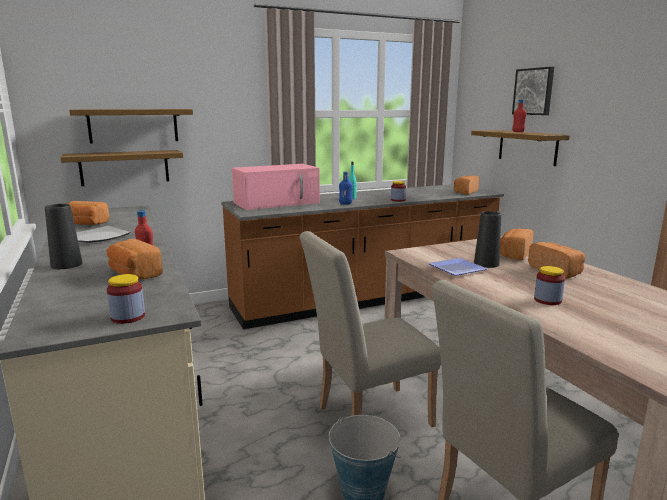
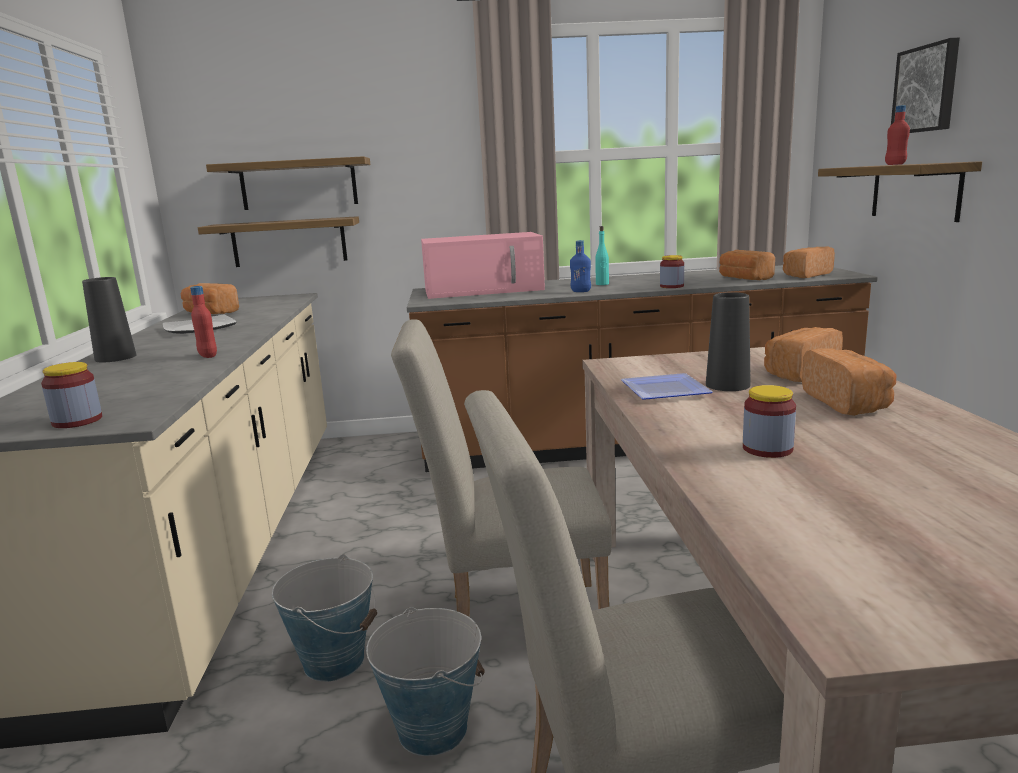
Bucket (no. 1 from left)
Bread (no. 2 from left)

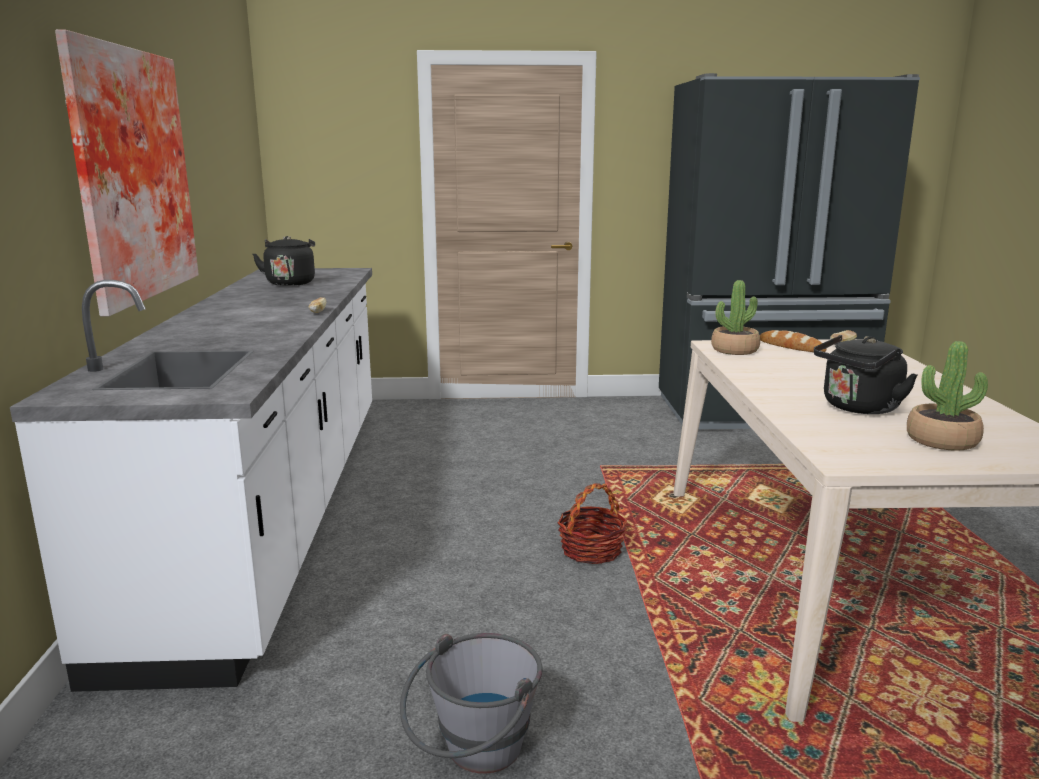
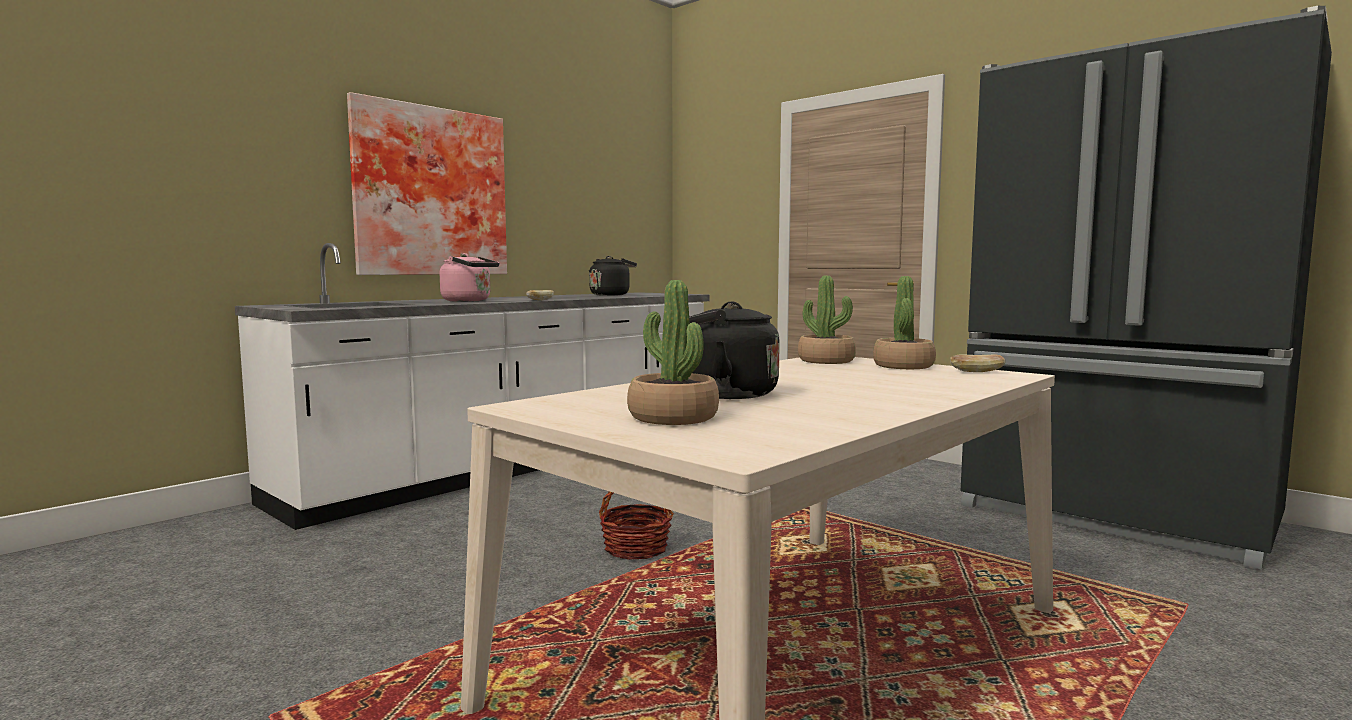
GreyBucket
PinkKettle
PottedPlant (no. 3 from left)

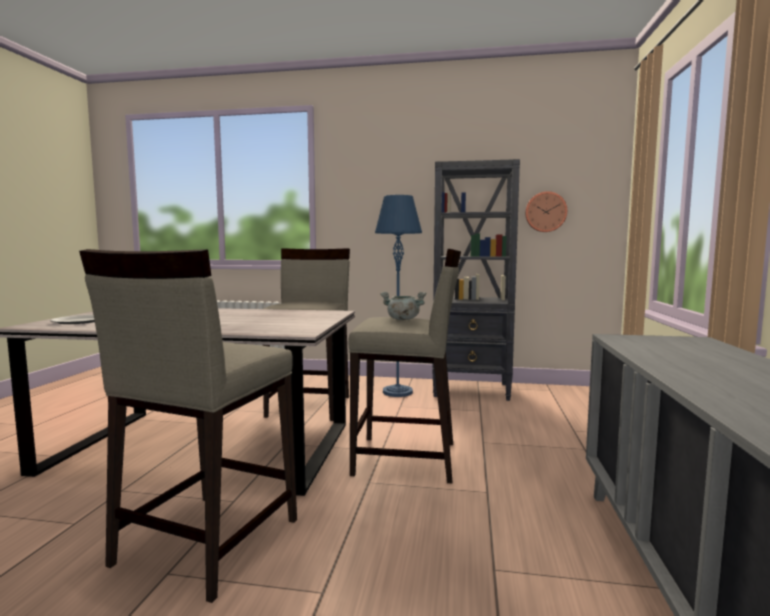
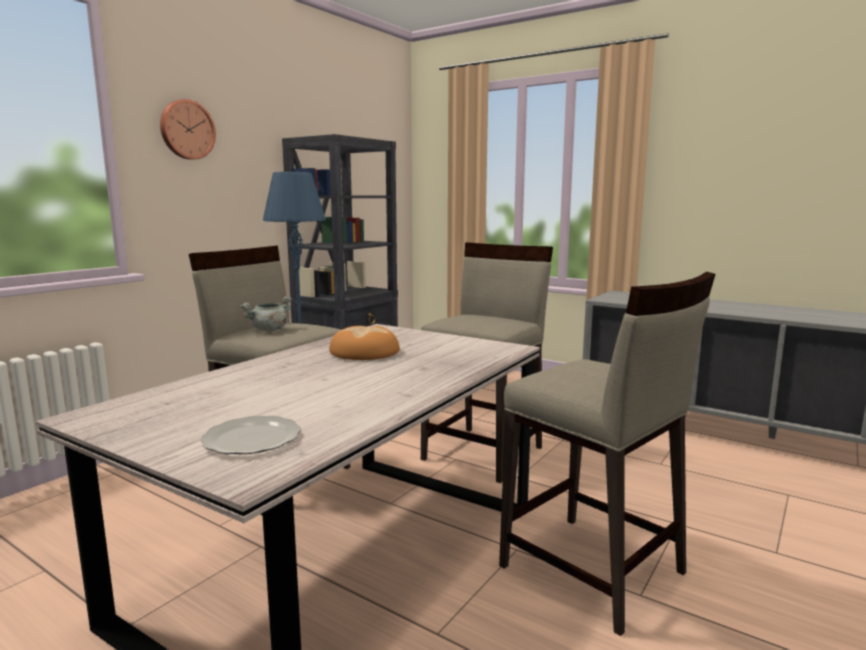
Bread
GreyCookingPot
WallClock

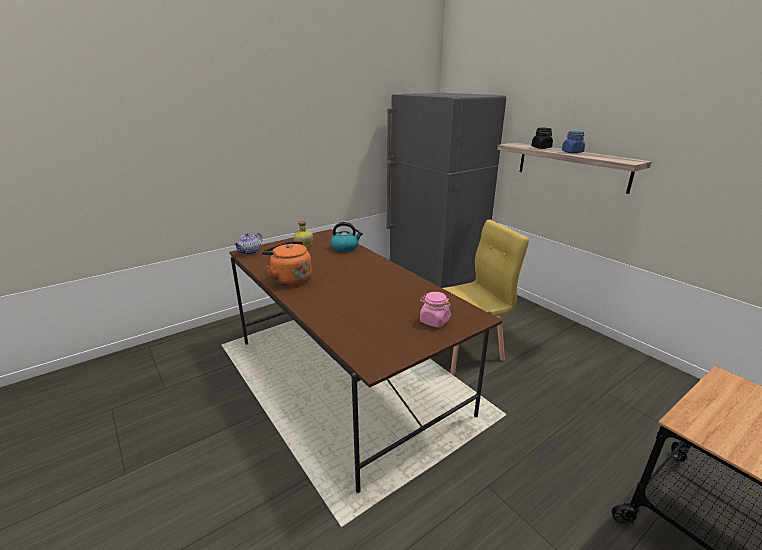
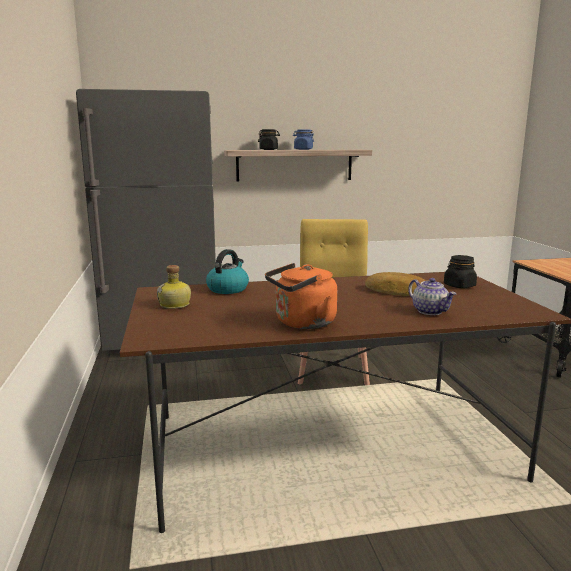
Bread
Teapot
BlackJar (no. 2 from left)

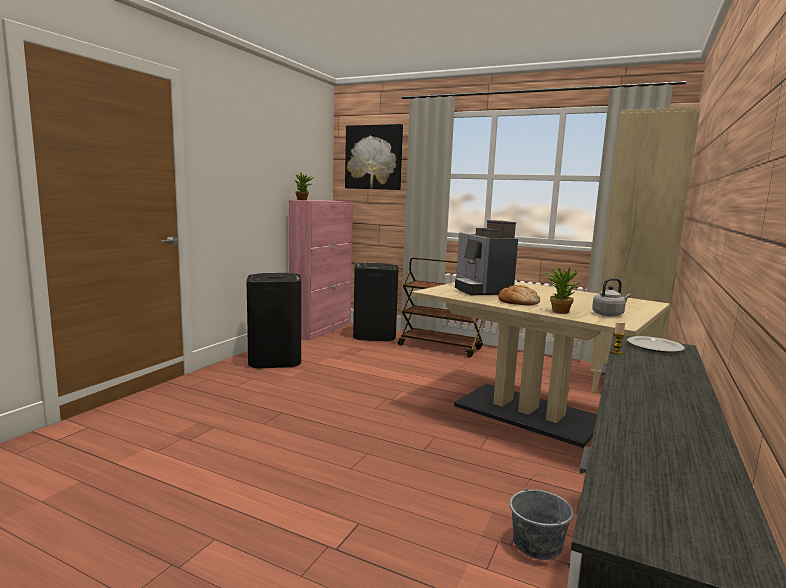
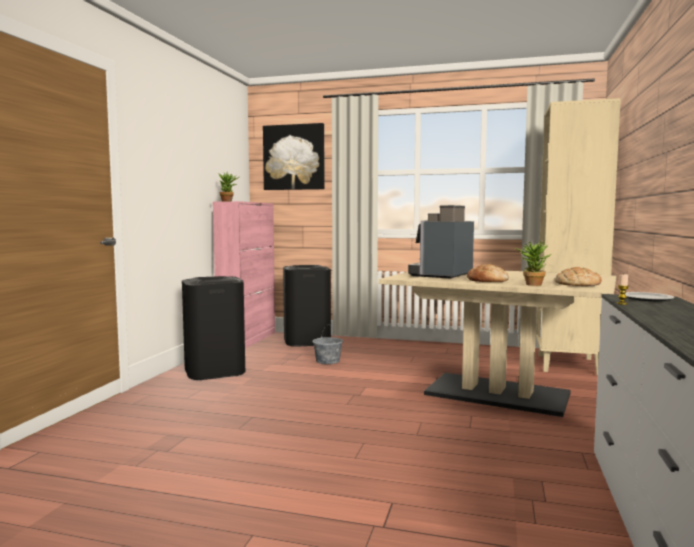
BrownCart
GreyBucket
Bread (no. 2 from left)
CoffeeMachine

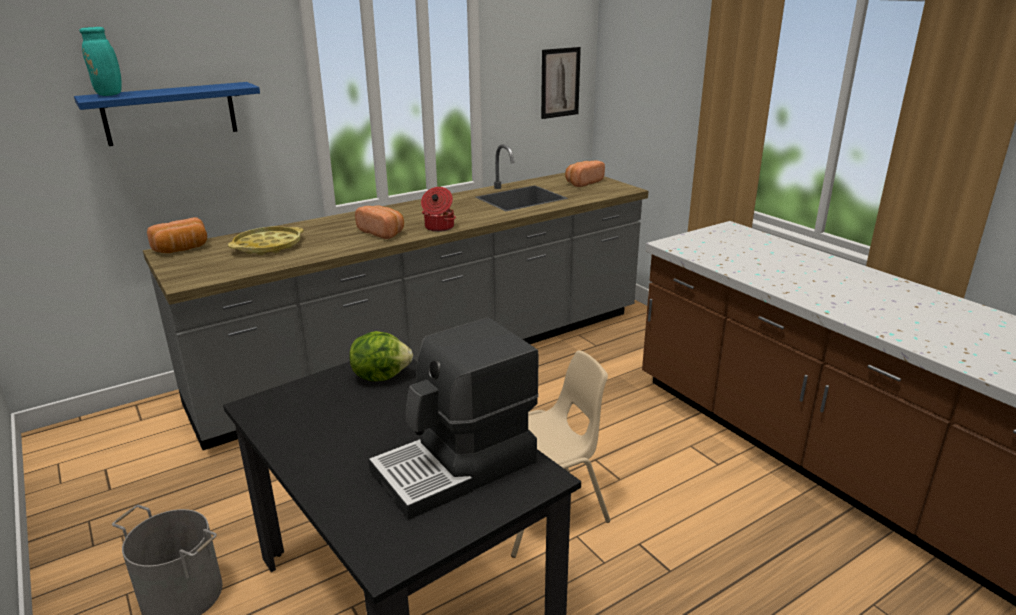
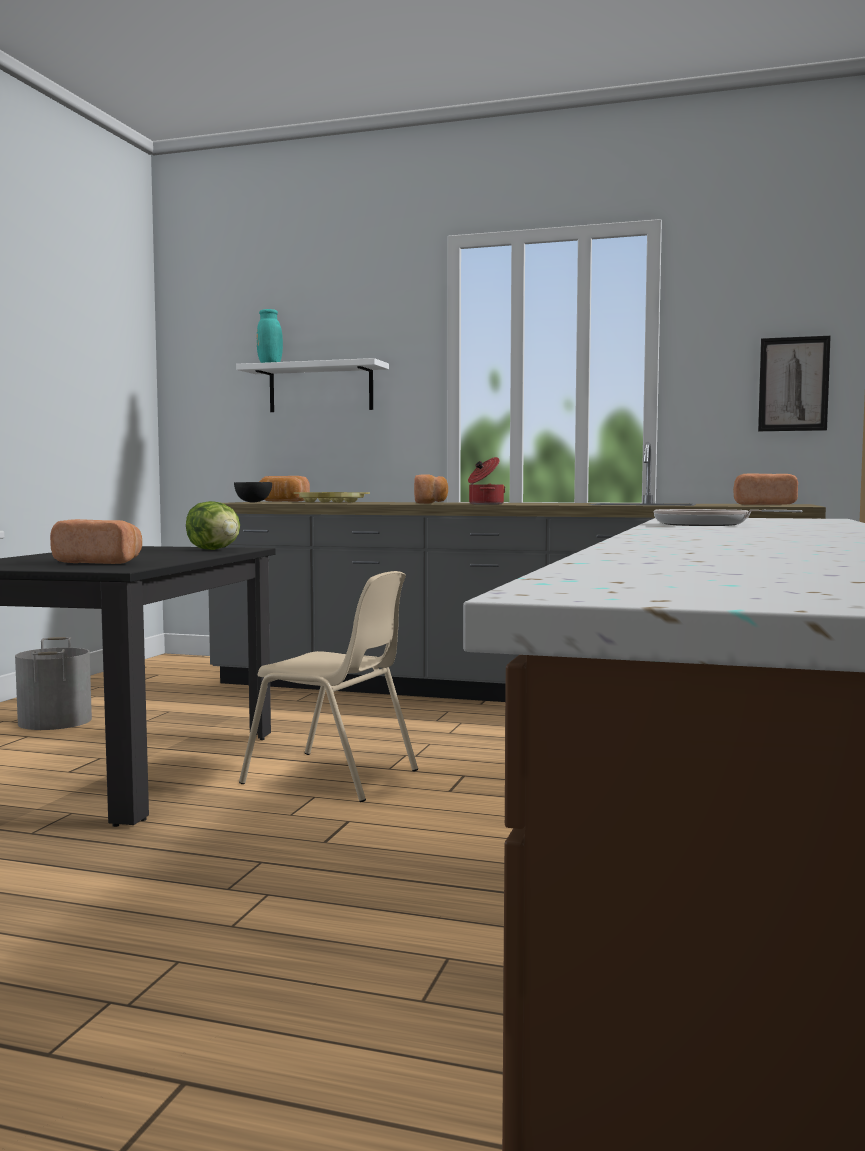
BlackBowl
FryingPan
Bread (no. 1 from left)
WhiteShelf

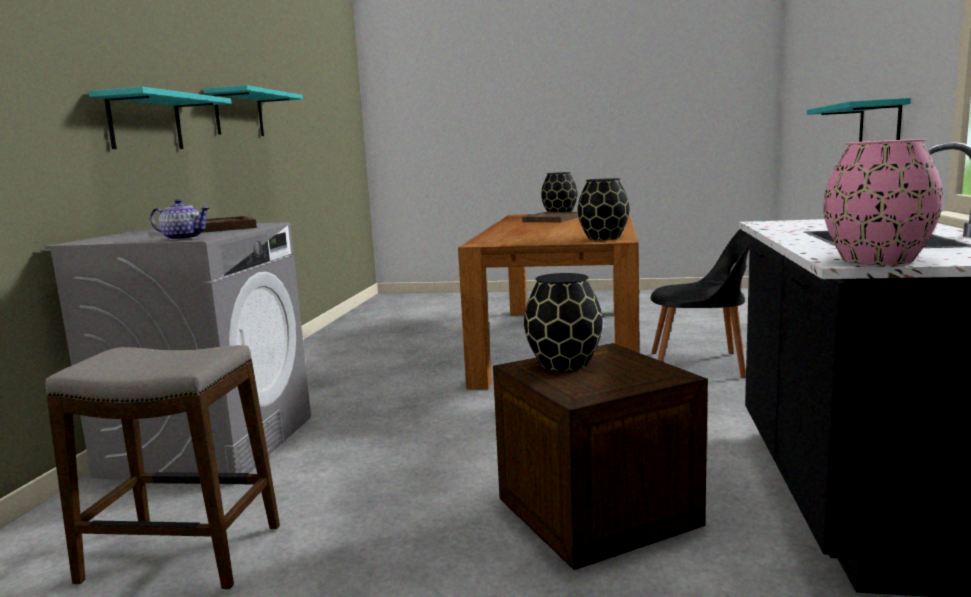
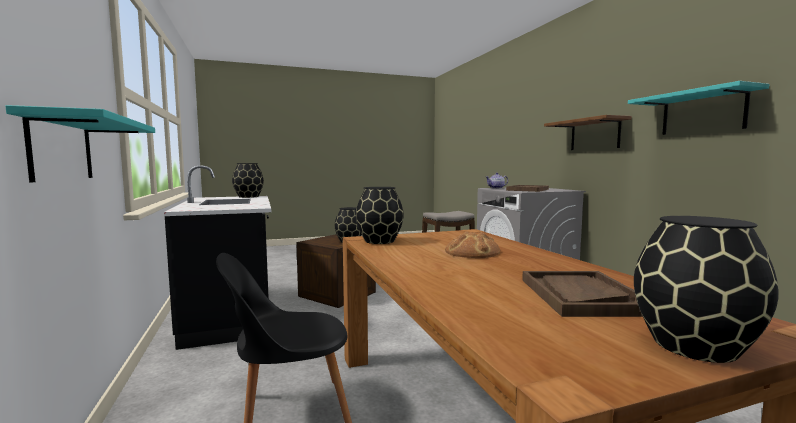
Bread
BrownShelf
BlackVase (no. 1 from left)

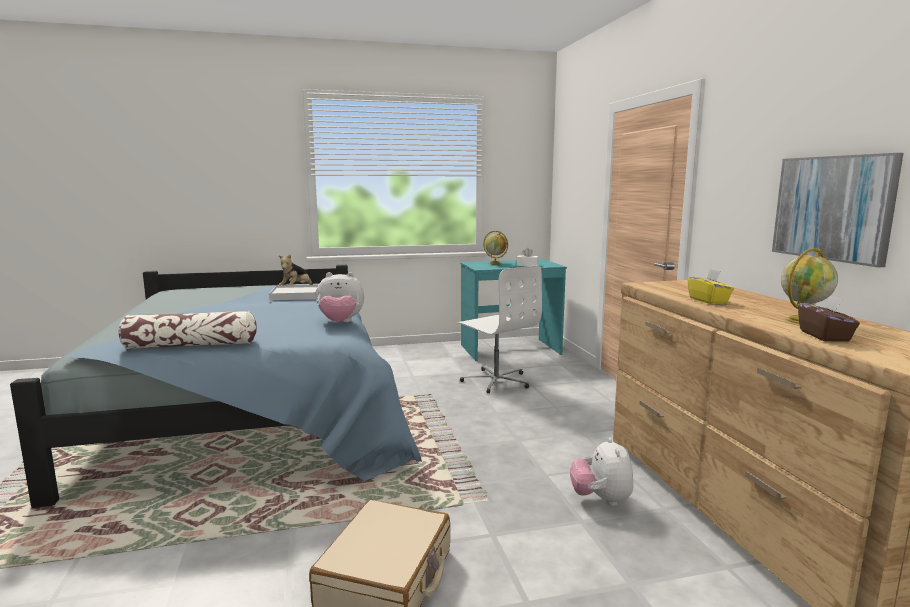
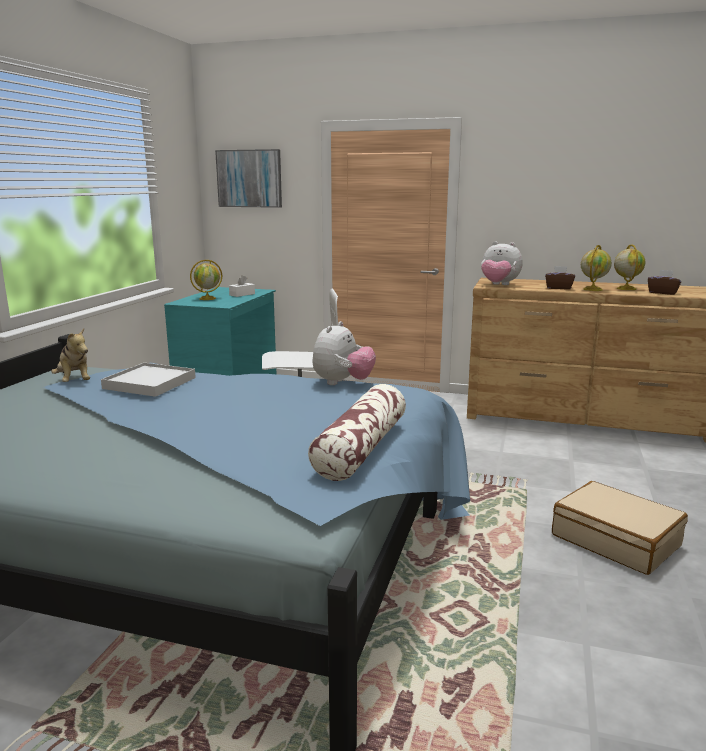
Globe (no. 2 from left)
PlushToy (no. 3 from left)
Picture
BrownTissueBox (no. 1 from left)

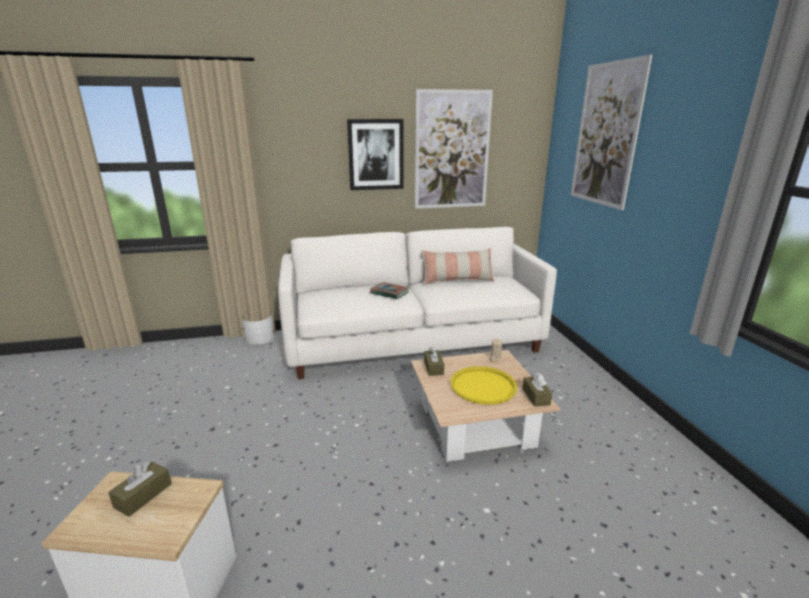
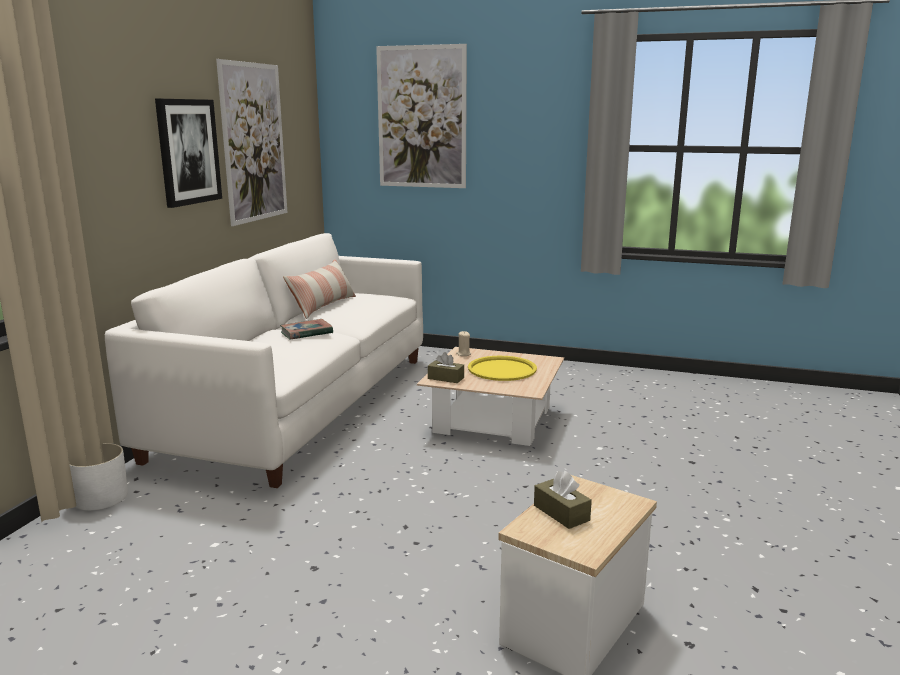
BrownTissueBox (no. 3 from left in the first image)

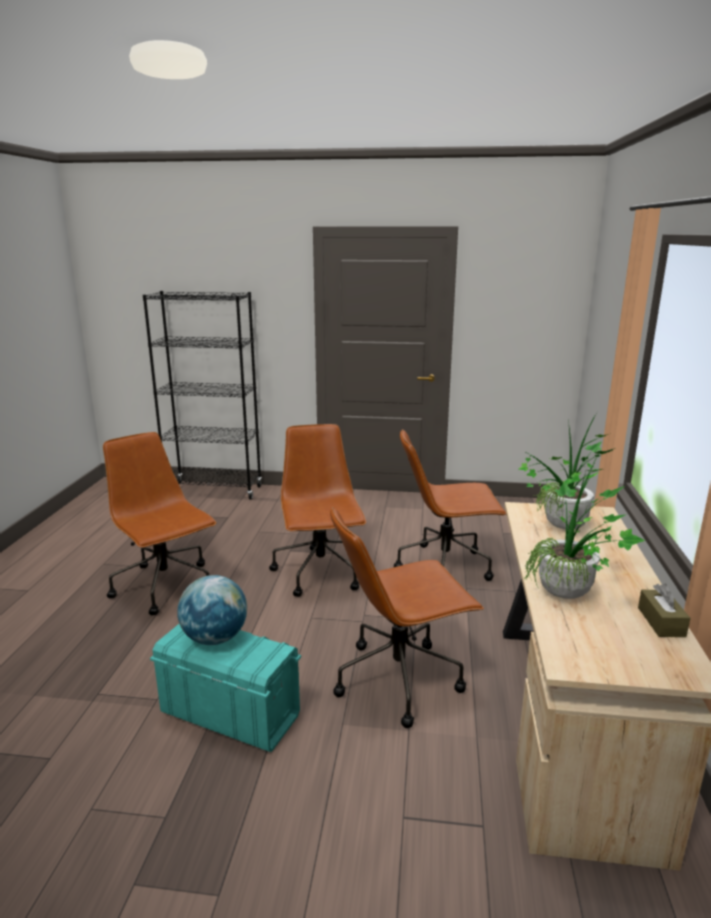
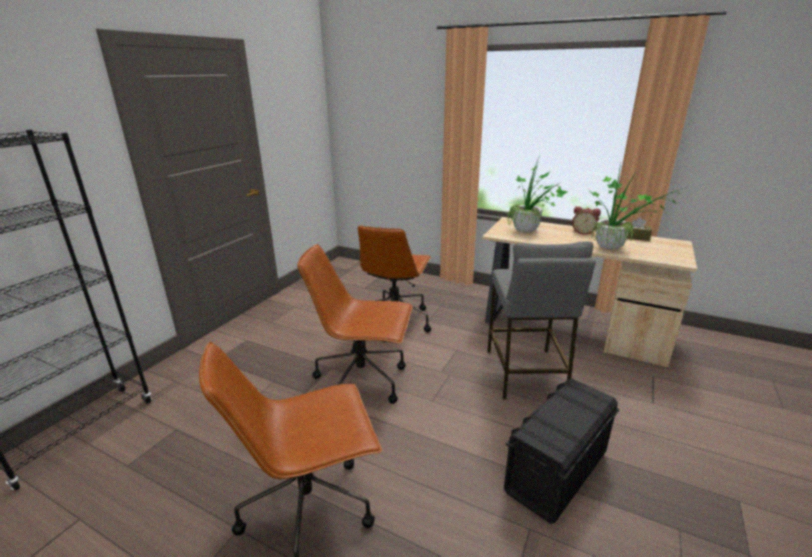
Globe
AlarmClock
GreyStool
BlackStorageBox

